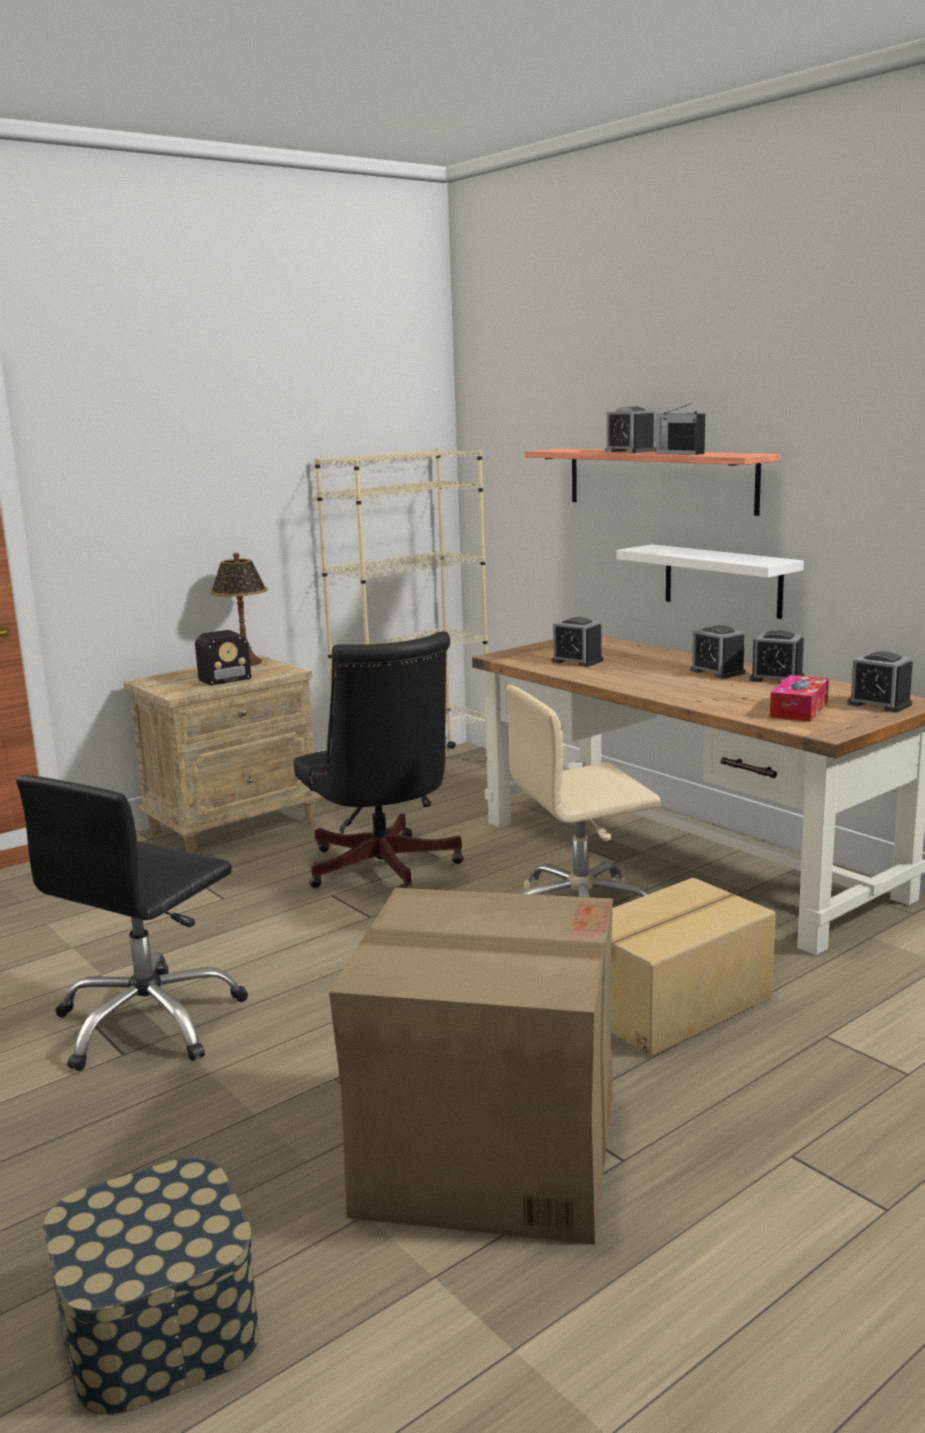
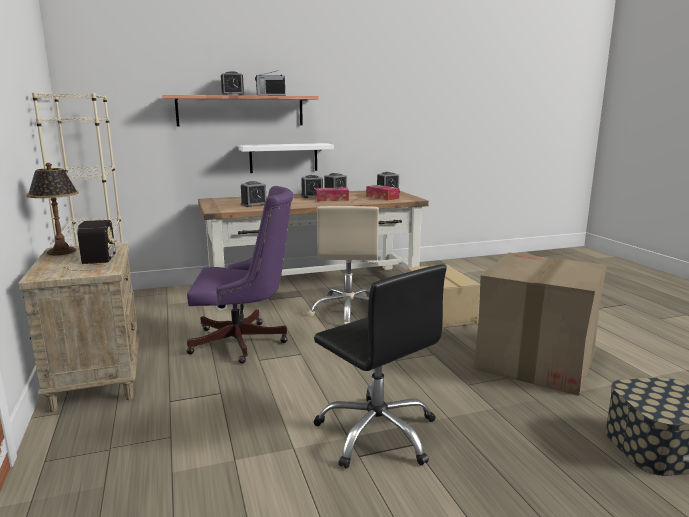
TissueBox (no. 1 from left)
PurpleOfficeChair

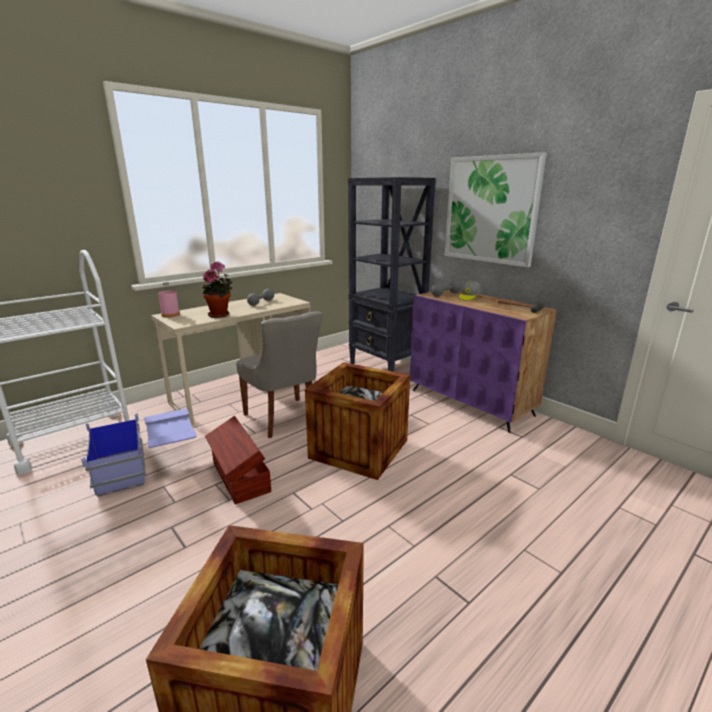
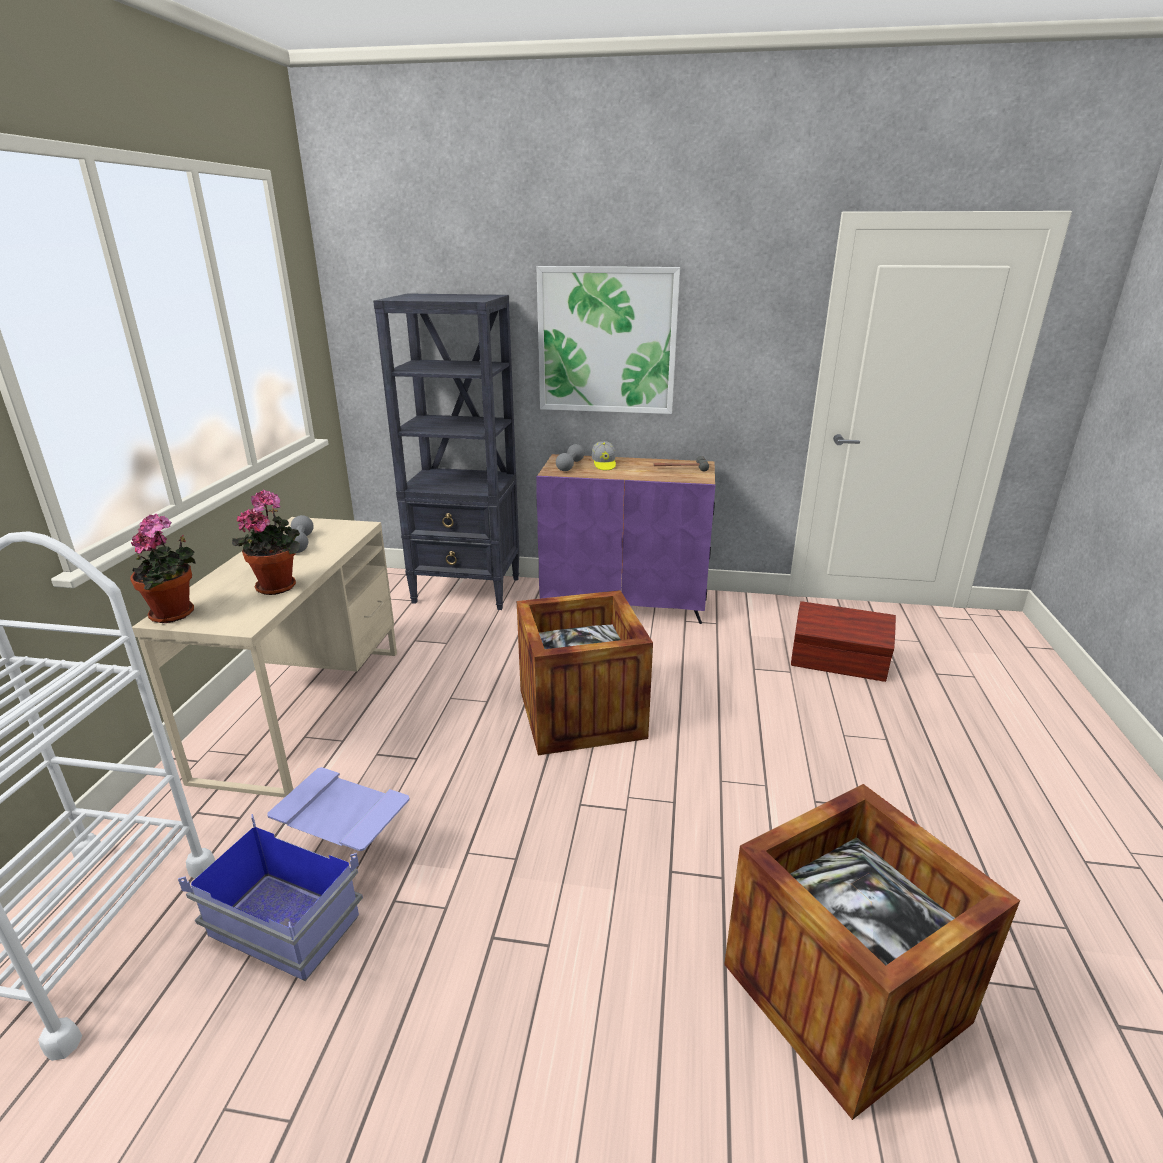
GreyChair
BrownStorageBox
PottedPlant (no. 1 from left)

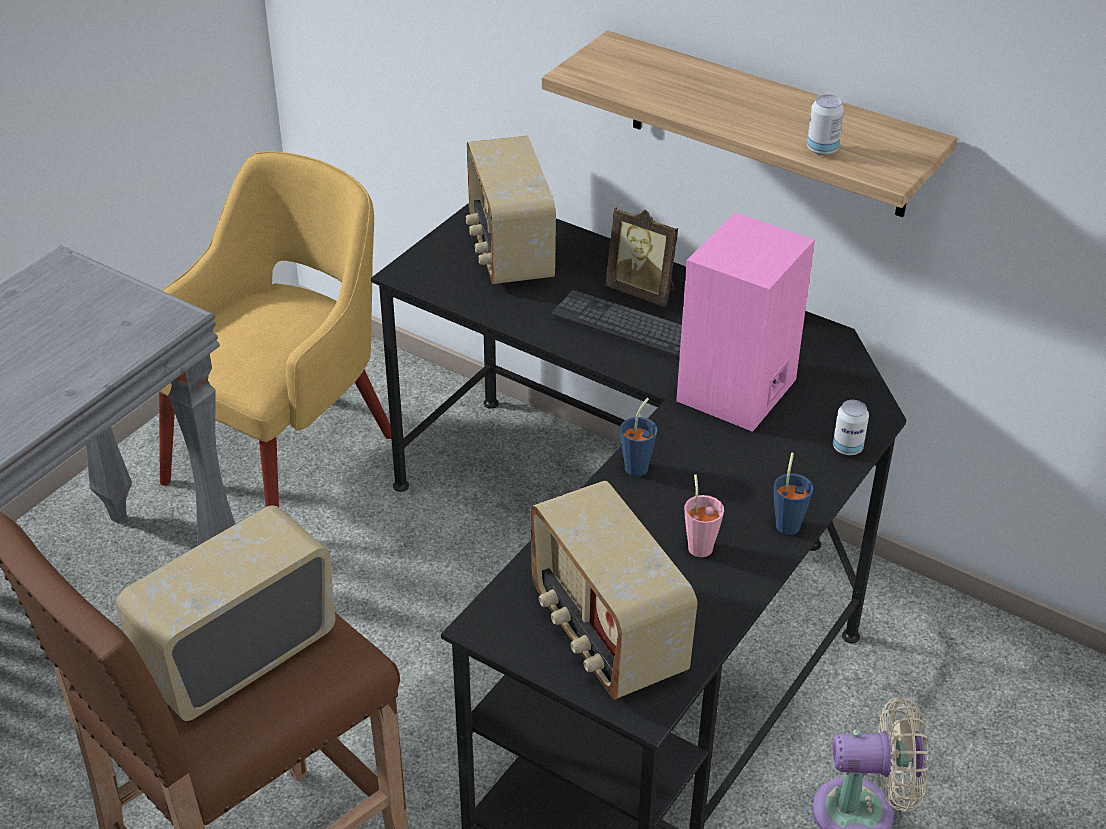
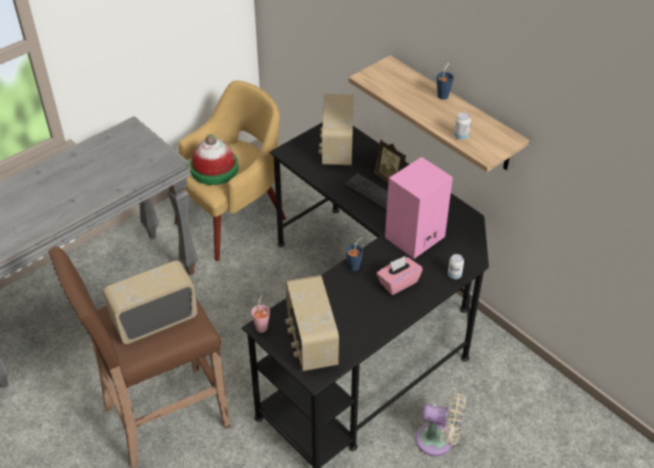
Hat
PinkTissueBox
PinkCup
BlueCup (no. 2 from left)

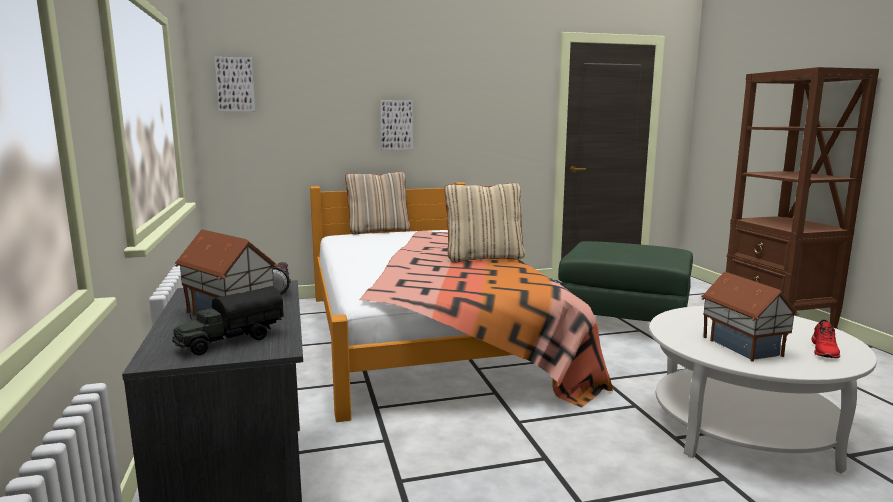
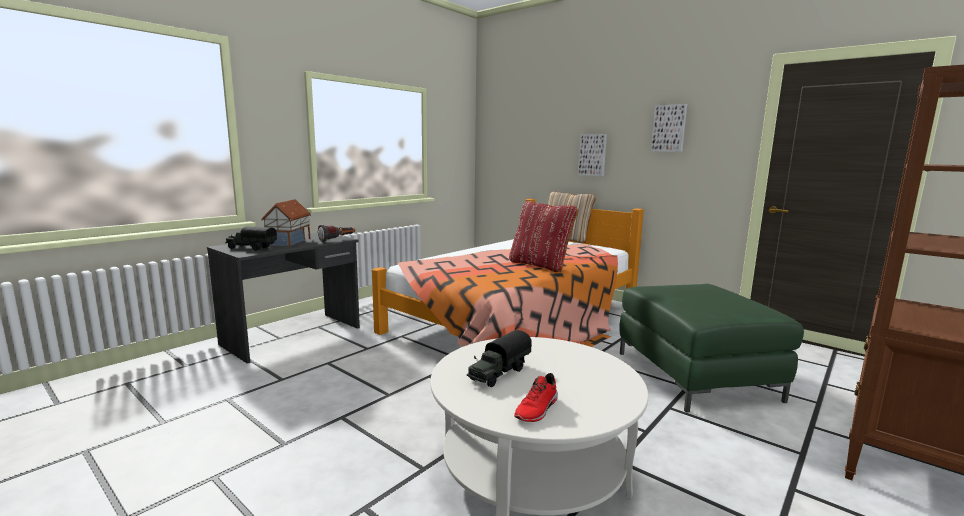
Picture (no. 2 from left)
ToyTruck (no. 2 from left)
RedPillow
RedShoe

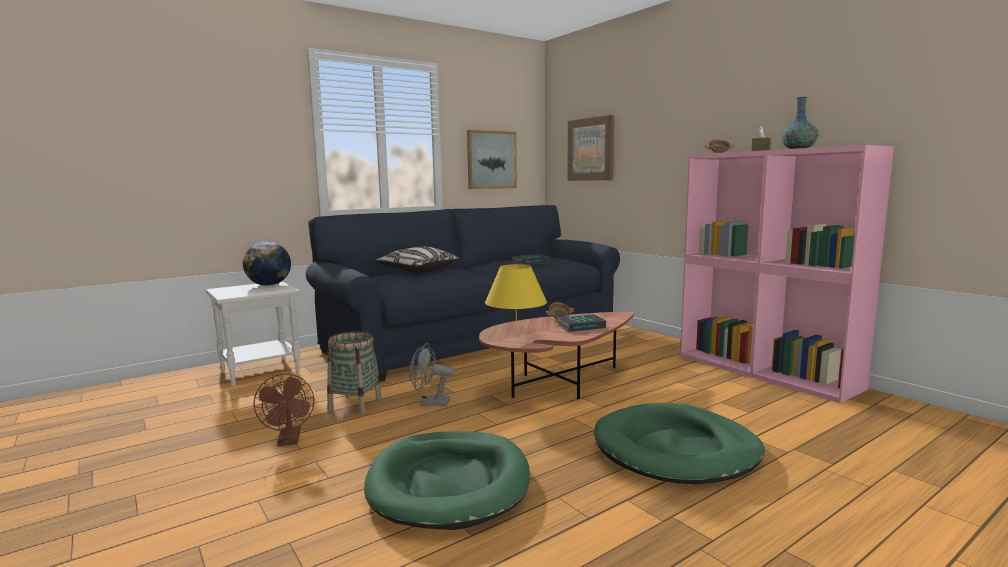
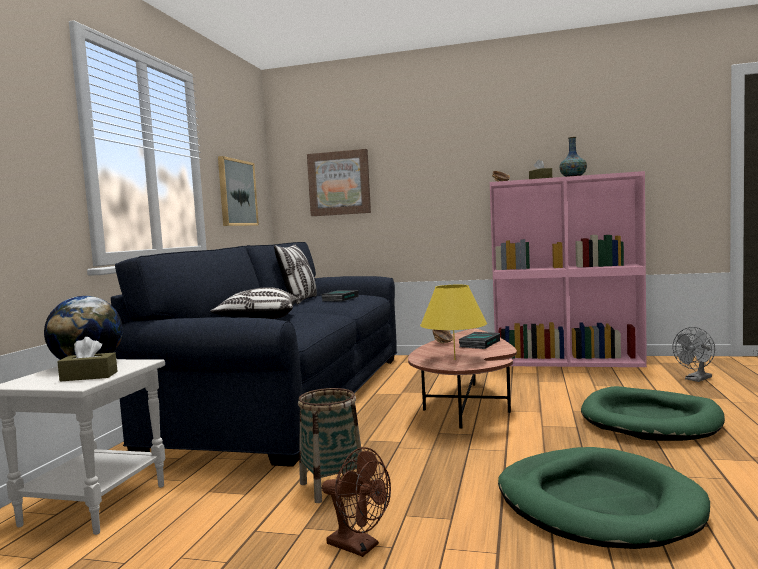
BrownTissueBox (no. 1 from left)
Pillow (no. 2 from left)
GreyFan

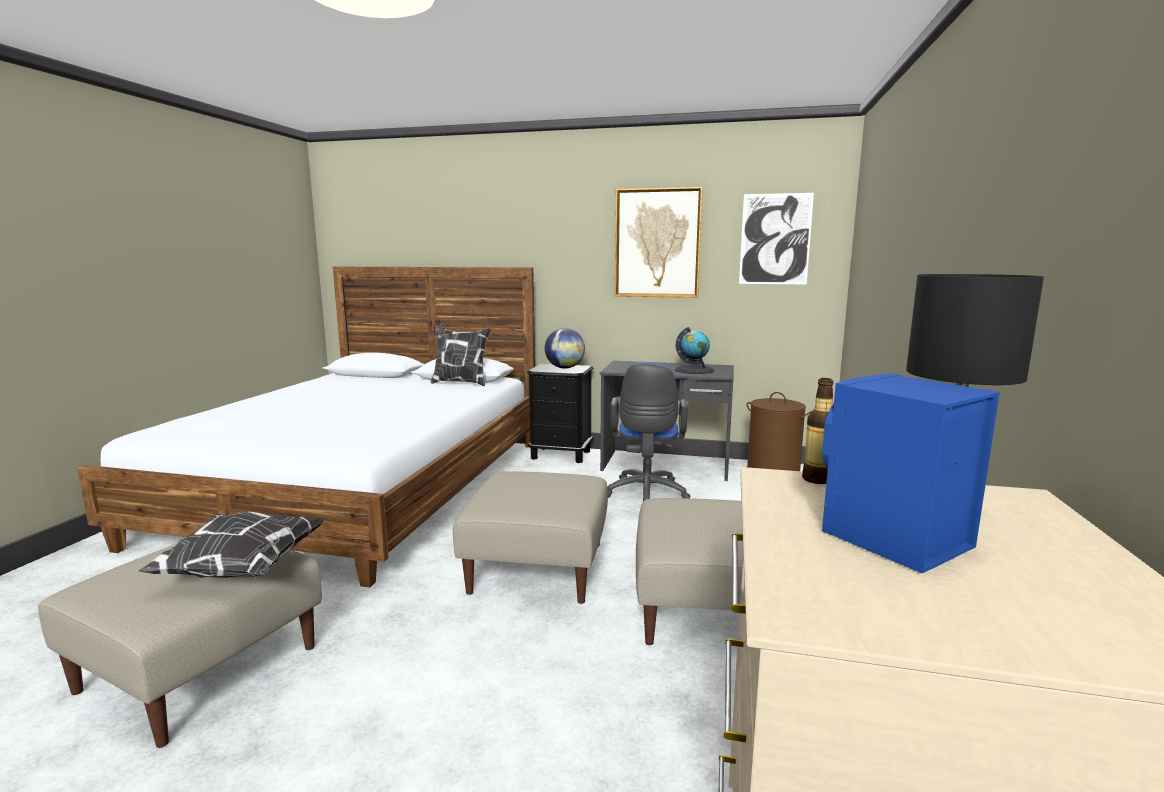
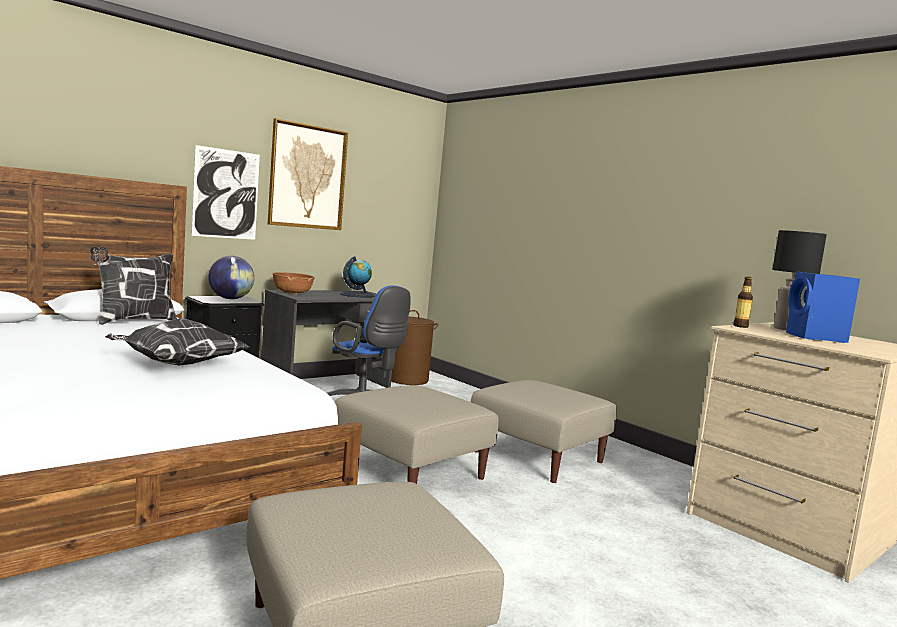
BrownBowl
Pillow (no. 2 from left)
Picture (no. 1 from left)

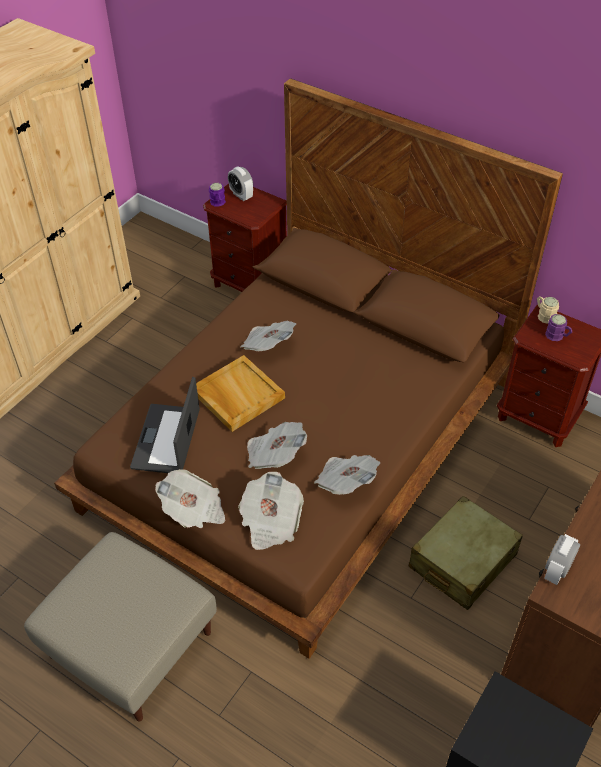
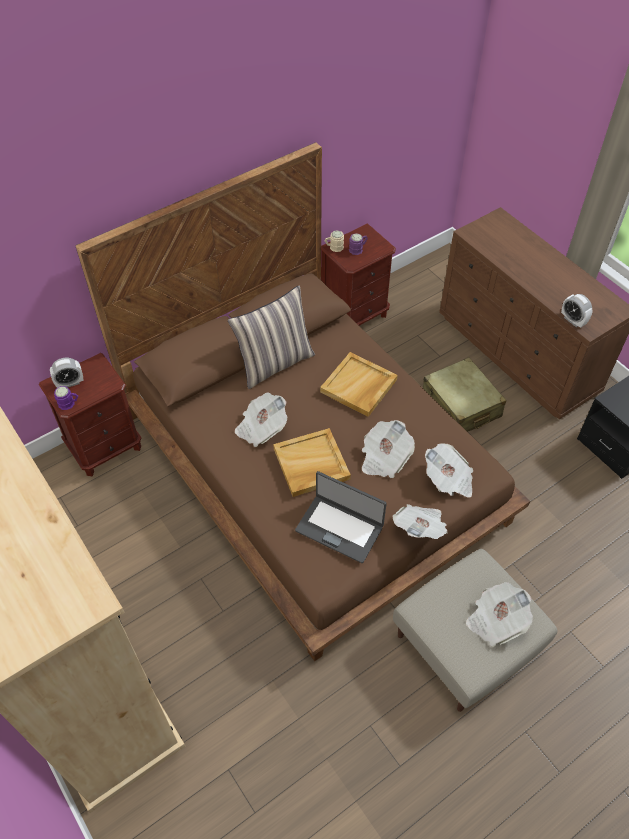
Pillow
BeigeTray (no. 2 from left)
Newspaper (no. 5 from left)

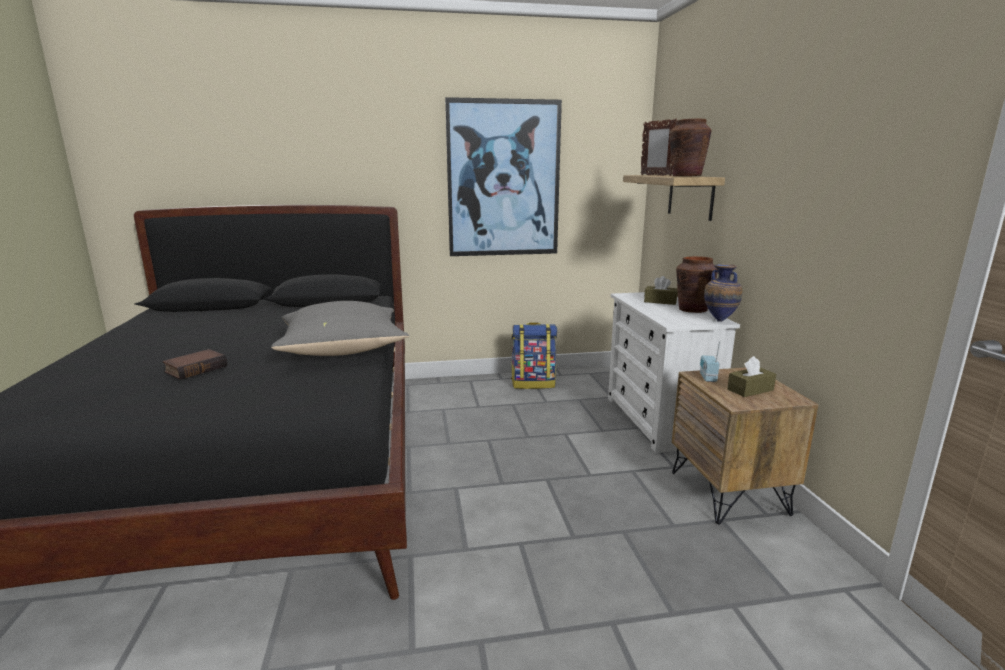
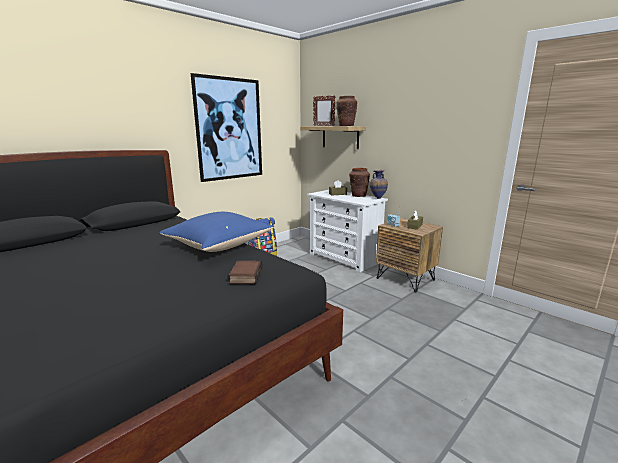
Book
BluePillow

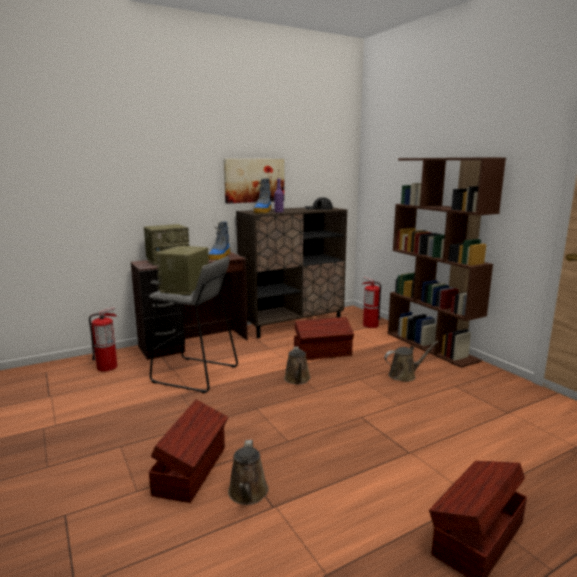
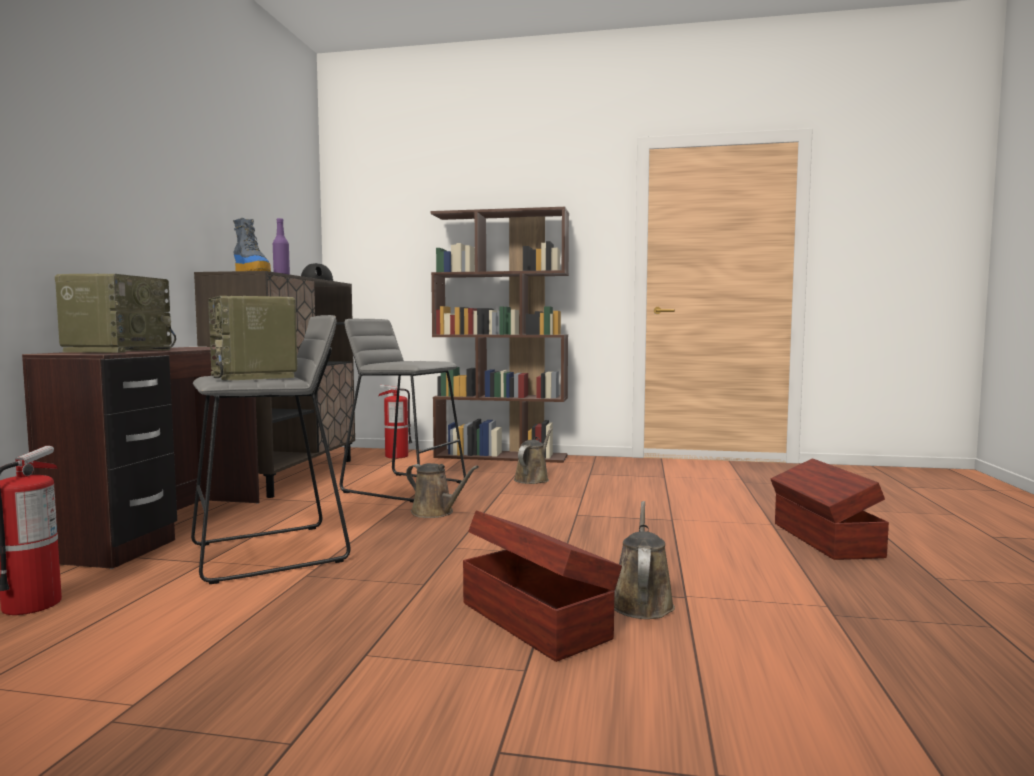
Boot (no. 1 from left in the first image)
Picture
GreyStool (no. 2 from left)
BrownWateringCan (no. 3 from left)

